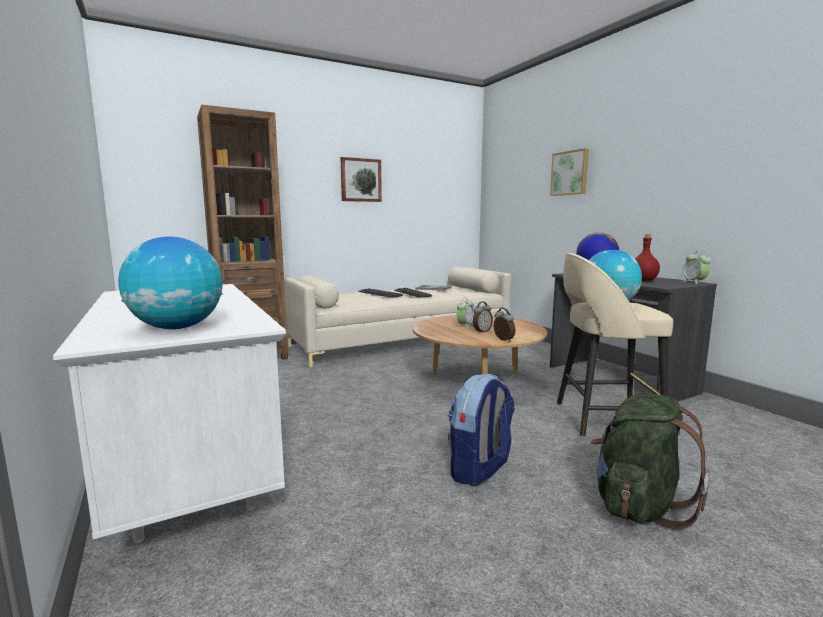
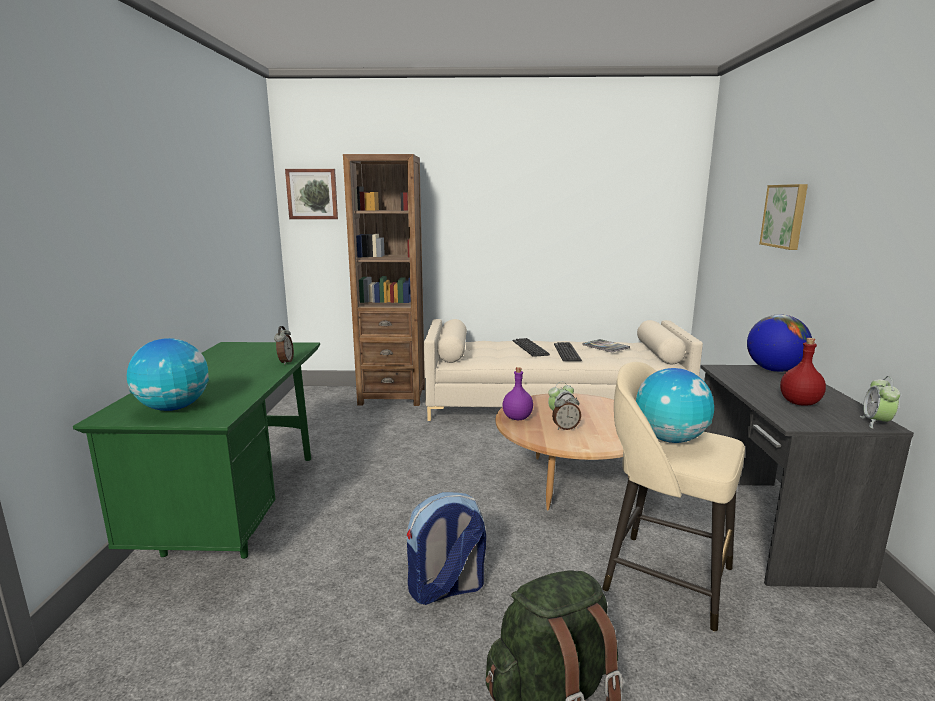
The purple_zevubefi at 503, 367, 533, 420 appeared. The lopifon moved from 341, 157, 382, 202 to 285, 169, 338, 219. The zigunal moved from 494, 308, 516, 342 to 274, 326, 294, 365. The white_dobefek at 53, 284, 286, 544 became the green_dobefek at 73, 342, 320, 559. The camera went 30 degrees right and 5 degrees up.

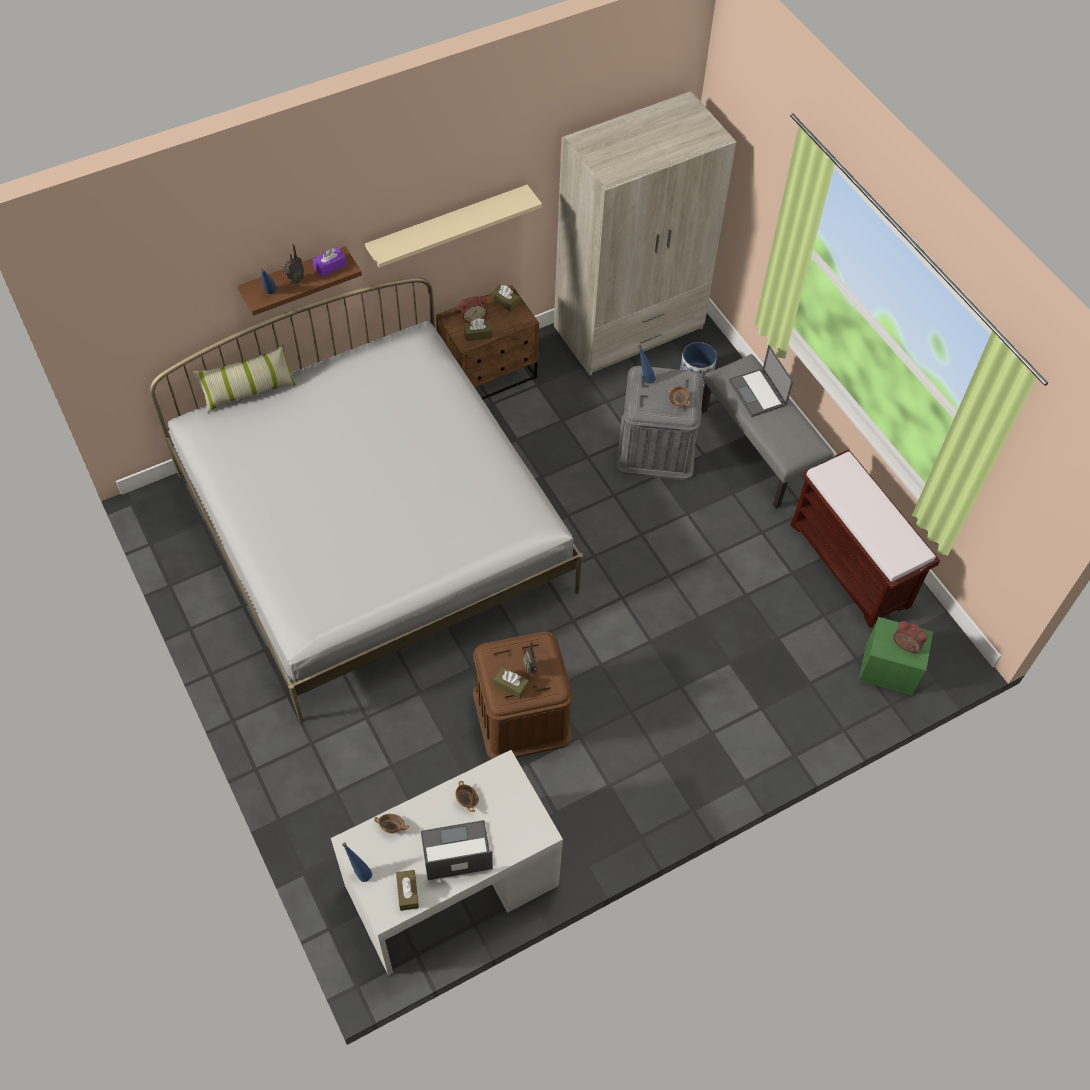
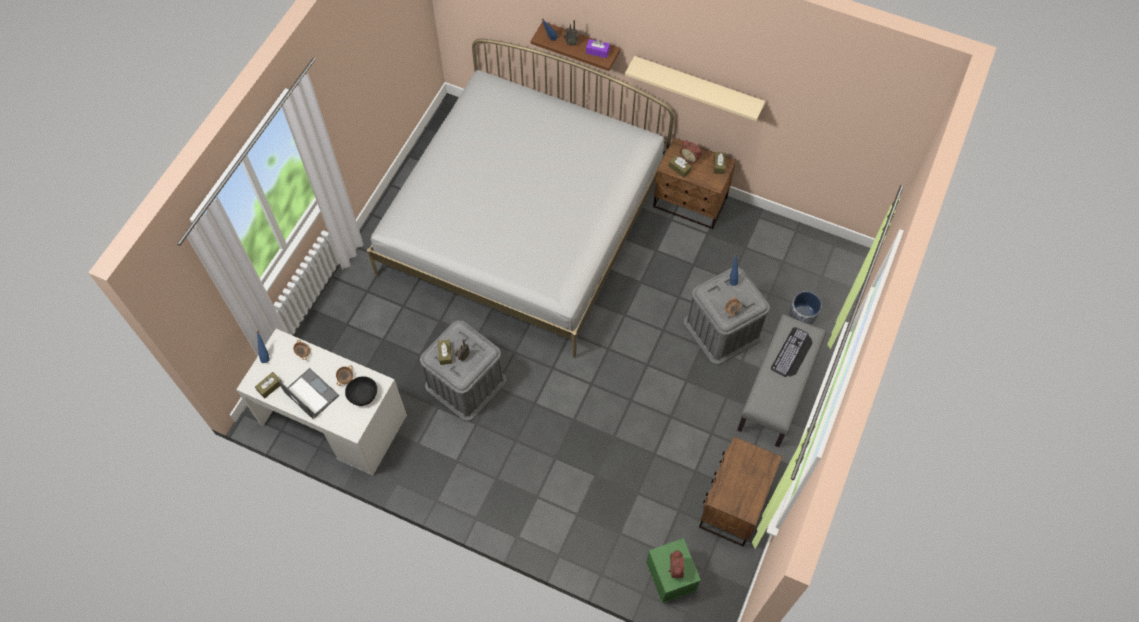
The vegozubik at 193, 345, 296, 413 disappeared. The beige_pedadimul at 554, 91, 736, 375 disappeared. The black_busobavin at 345, 376, 377, 406 appeared. The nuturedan at 729, 345, 793, 417 was replaced by the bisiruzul at 771, 327, 812, 377. The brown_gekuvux at 790, 449, 940, 628 was replaced by the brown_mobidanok at 699, 437, 782, 547. The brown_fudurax at 473, 631, 573, 759 became the grey_fudurax at 420, 320, 507, 421. The camera went 55 degrees right and 5 degrees up.

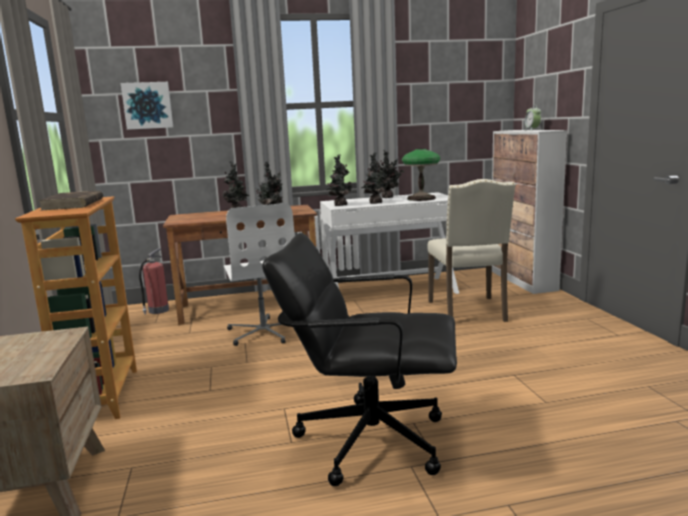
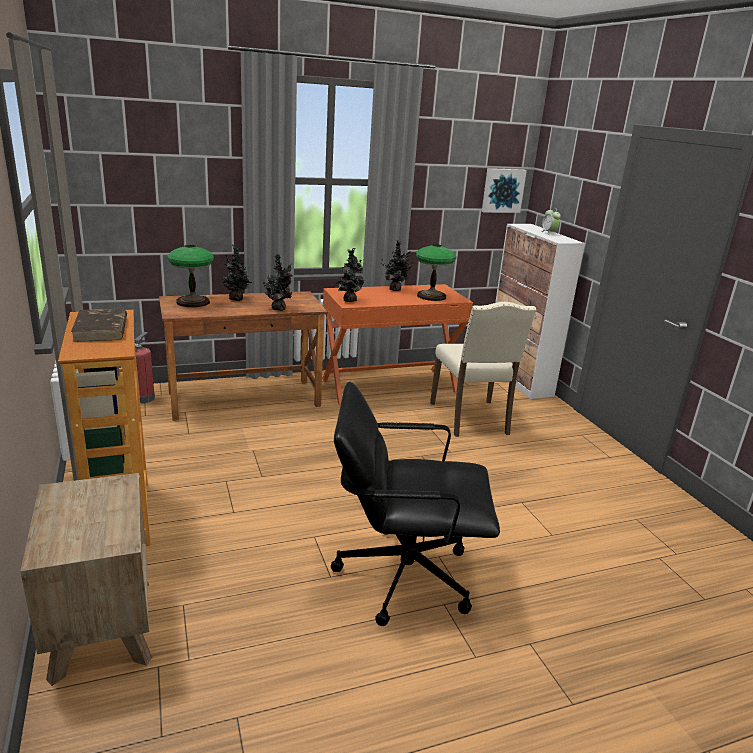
The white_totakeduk at 223, 203, 295, 346 disappeared. The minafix at 361, 152, 388, 204 disappeared. The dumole at 167, 245, 214, 307 appeared. The lopifon moved from 121, 82, 173, 130 to 482, 168, 527, 213. The white_dobefek at 320, 192, 459, 294 became the orange_dobefek at 322, 284, 473, 405. The camera went 10 degrees left and 10 degrees up.

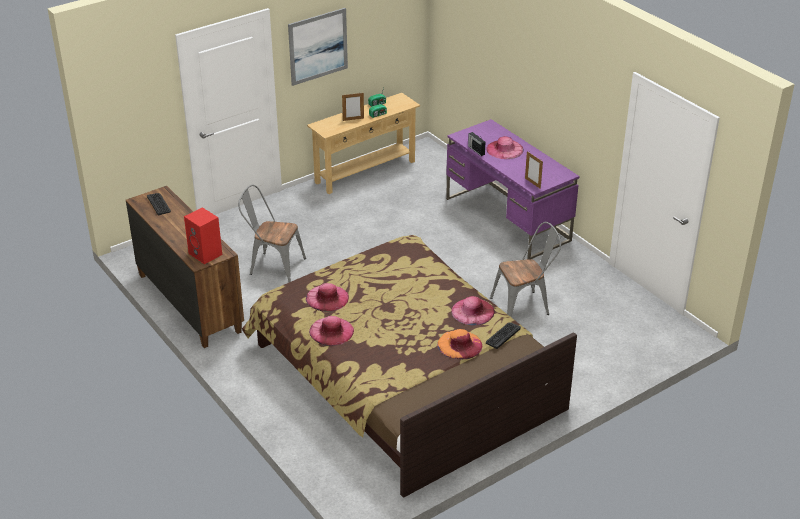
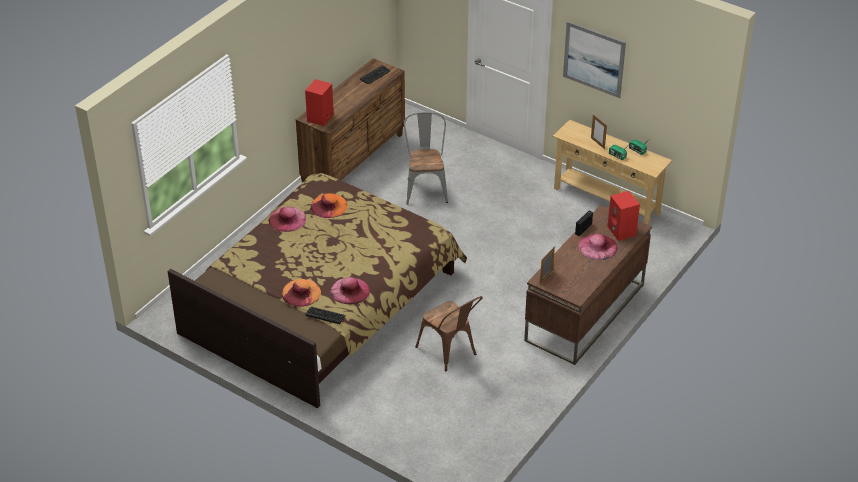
The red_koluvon at 607, 191, 640, 241 appeared. The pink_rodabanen at 306, 283, 349, 312 became the orange_rodabanen at 311, 193, 347, 218. The purple_dobefek at 446, 119, 579, 259 became the brown_dobefek at 524, 205, 652, 365. The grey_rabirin at 490, 222, 561, 317 became the brown_rabirin at 415, 296, 483, 371. The camera went 70 degrees right and 5 degrees up.

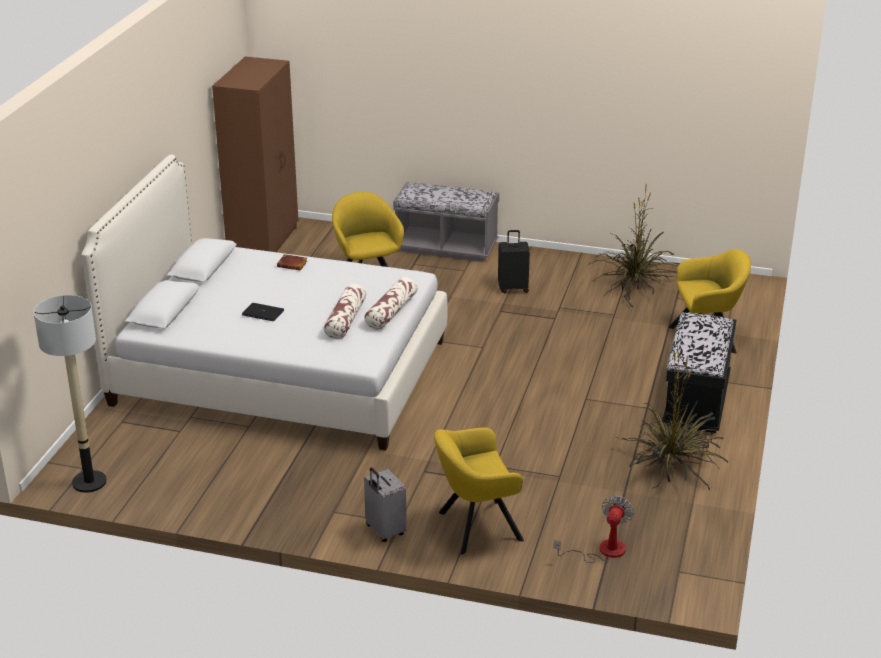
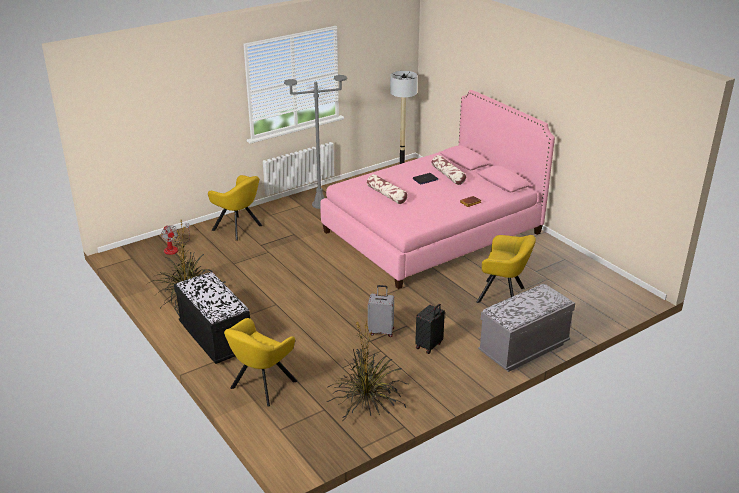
The brown_pedadimul at 212, 56, 298, 252 disappeared. The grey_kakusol at 284, 75, 347, 209 appeared. The vegozubik moved from 364, 277, 418, 330 to 431, 155, 466, 185. The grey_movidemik moved from 364, 467, 407, 542 to 368, 285, 394, 337. The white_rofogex at 82, 155, 447, 450 became the pink_rofogex at 320, 90, 555, 289. The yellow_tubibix at 434, 428, 524, 555 turned 105 degrees clockwise. The camera went 130 degrees right and 0 degrees up.

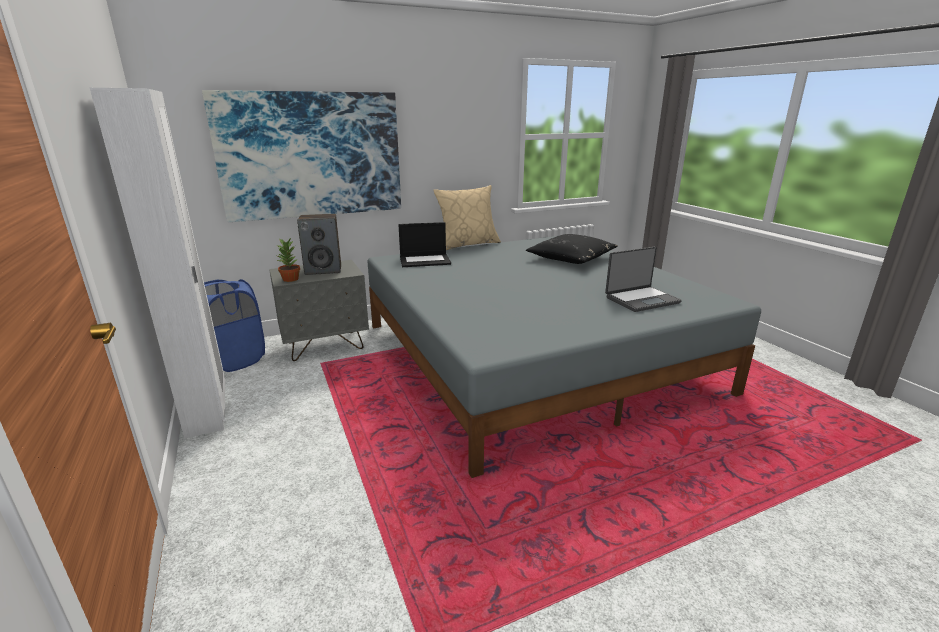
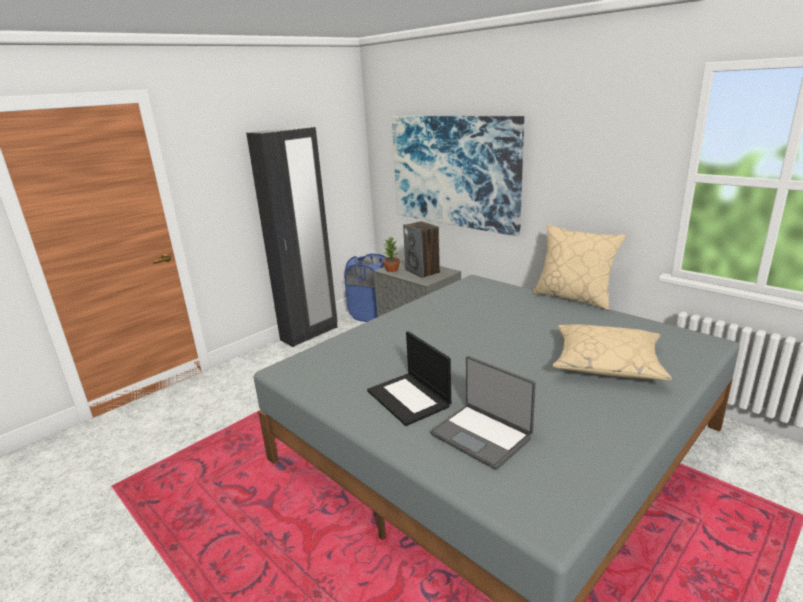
The nuturedan moved from 398, 222, 451, 267 to 367, 331, 451, 426. The white_pedadimul at 90, 88, 225, 438 became the black_pedadimul at 246, 127, 338, 347. The black_vegozubik at 526, 234, 618, 264 became the beige_vegozubik at 552, 324, 672, 380. The camera went 70 degrees right and 0 degrees up.

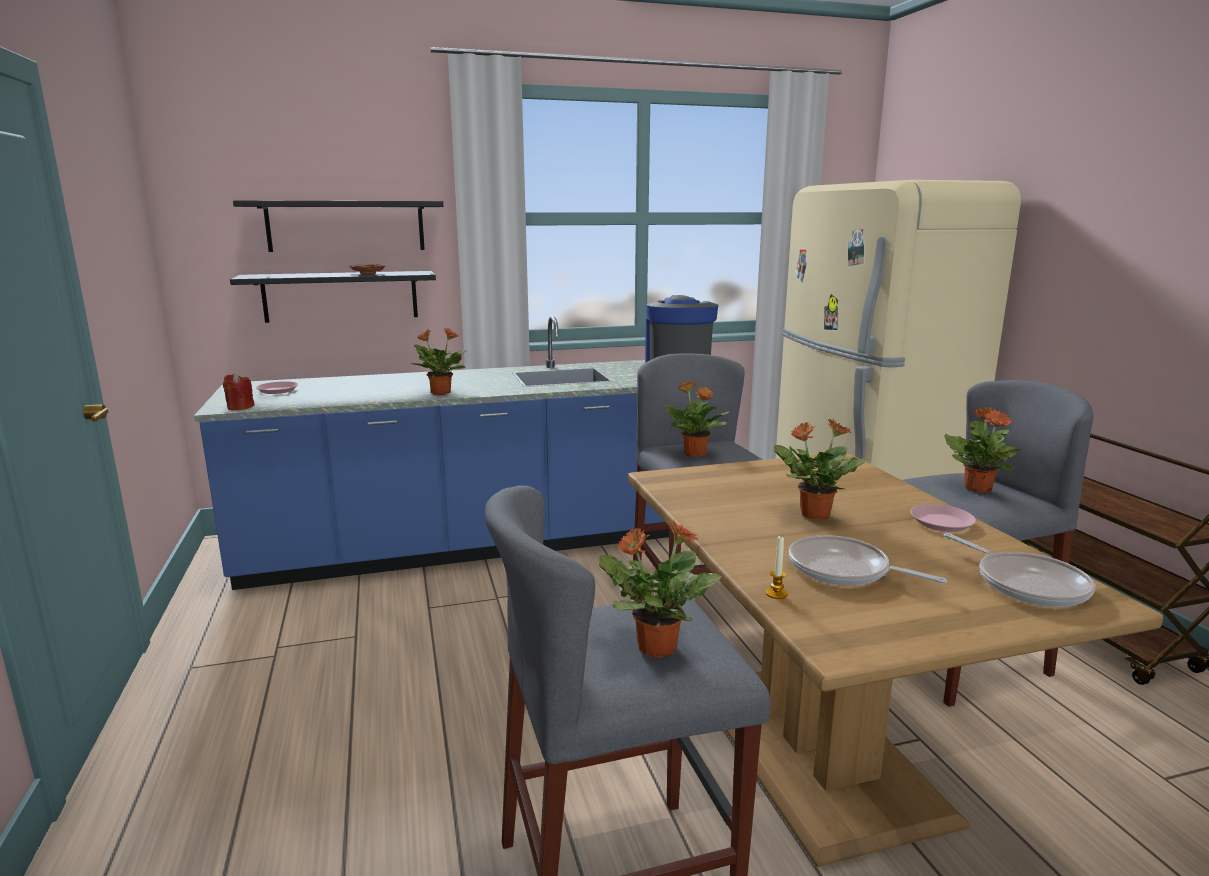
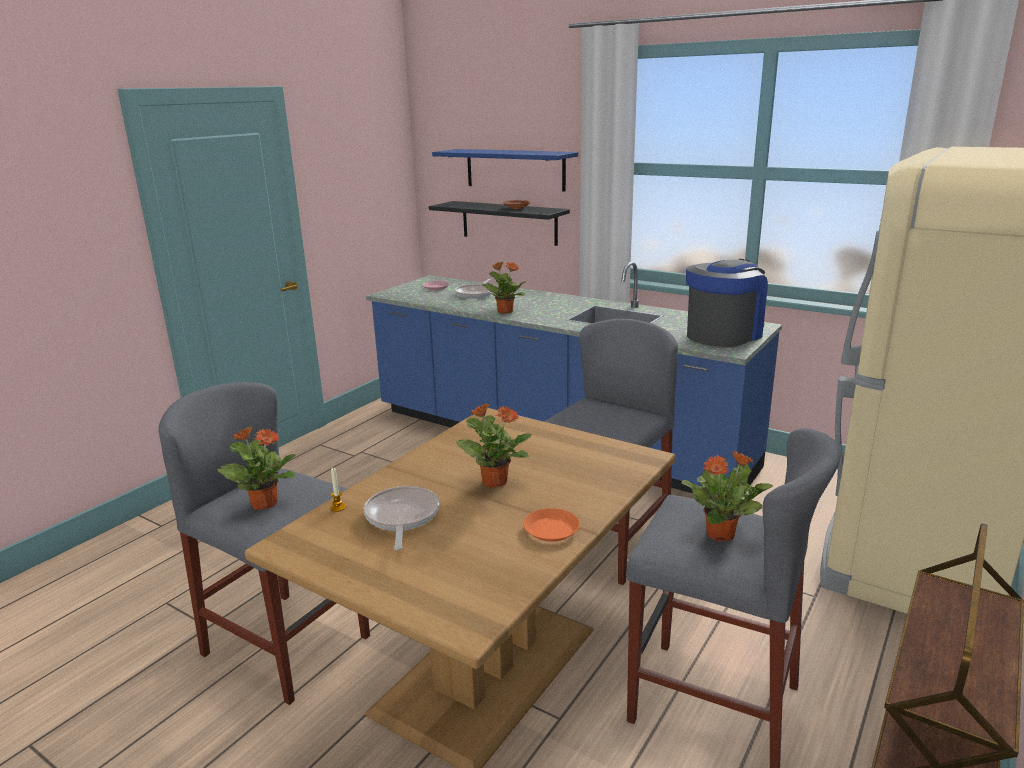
The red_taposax at 223, 373, 255, 410 disappeared. The minafix at 665, 381, 729, 457 disappeared. The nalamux moved from 944, 533, 1095, 607 to 455, 279, 492, 299. The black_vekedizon at 233, 200, 443, 252 became the blue_vekedizon at 432, 149, 578, 192. The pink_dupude at 910, 504, 976, 532 became the orange_dupude at 523, 508, 580, 542. The camera went 50 degrees right and 5 degrees up.

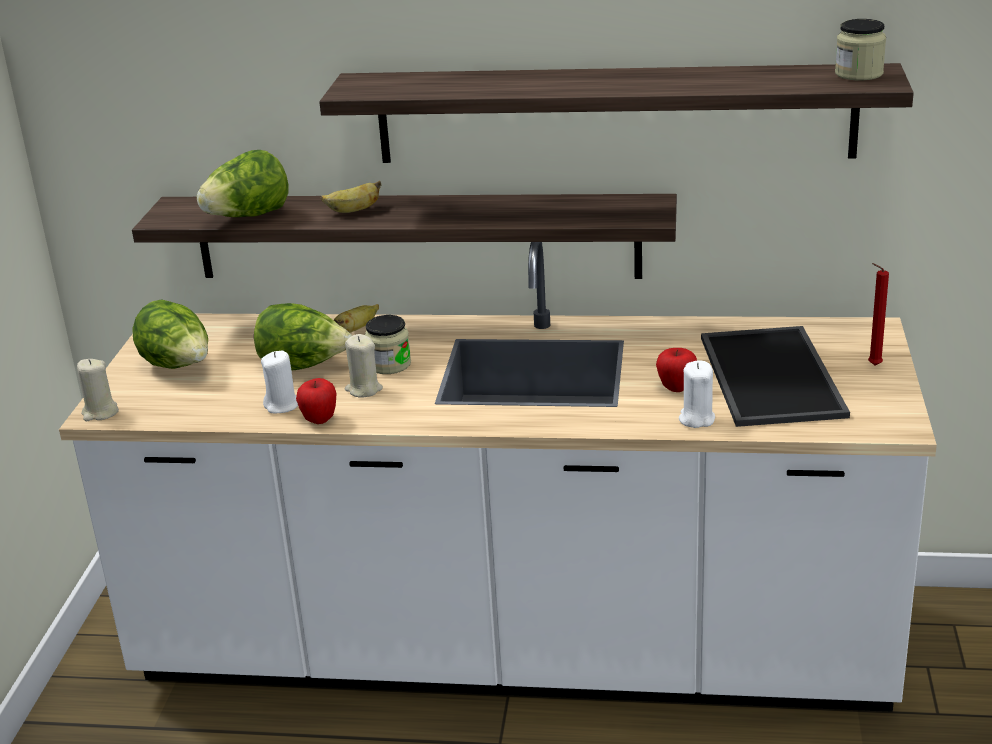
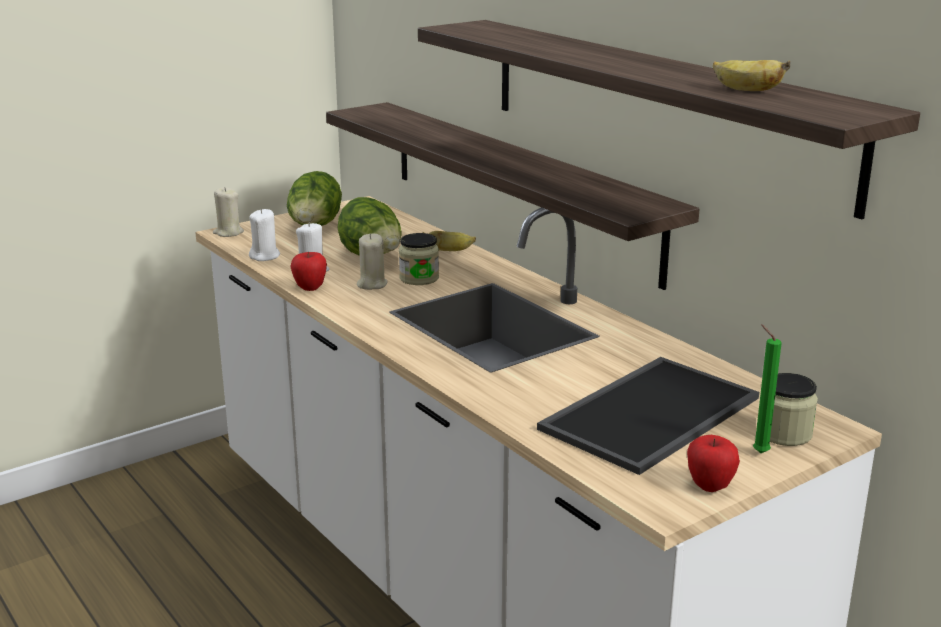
The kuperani at 197, 150, 288, 217 disappeared. The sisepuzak moved from 321, 180, 381, 213 to 713, 60, 790, 91. The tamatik moved from 656, 348, 697, 392 to 687, 435, 740, 492. The white_taposax moved from 679, 360, 715, 428 to 249, 209, 280, 261. The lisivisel moved from 835, 19, 886, 80 to 770, 373, 818, 446. The red_taposax at 868, 263, 889, 366 became the green_taposax at 753, 324, 782, 453. The camera went 45 degrees right and 5 degrees down.

